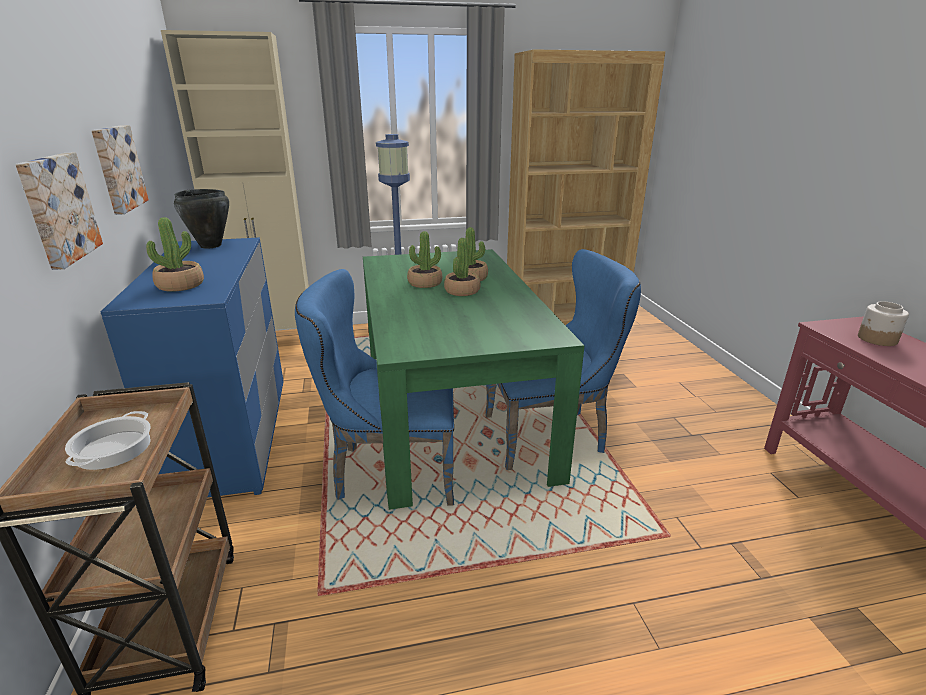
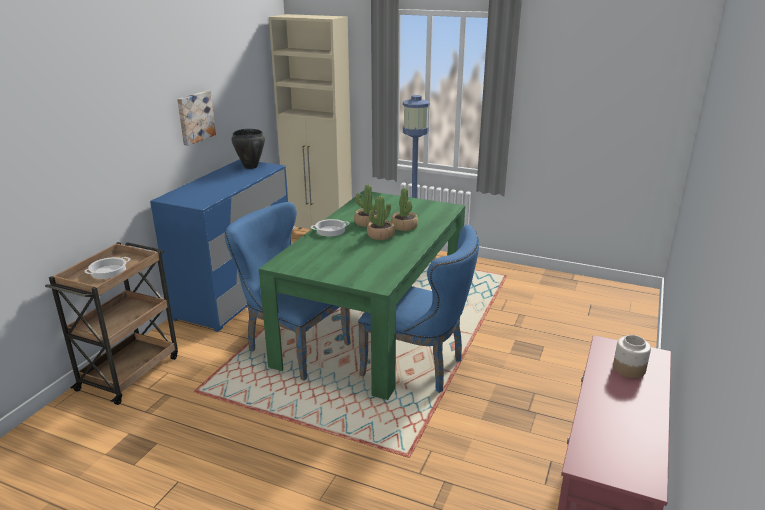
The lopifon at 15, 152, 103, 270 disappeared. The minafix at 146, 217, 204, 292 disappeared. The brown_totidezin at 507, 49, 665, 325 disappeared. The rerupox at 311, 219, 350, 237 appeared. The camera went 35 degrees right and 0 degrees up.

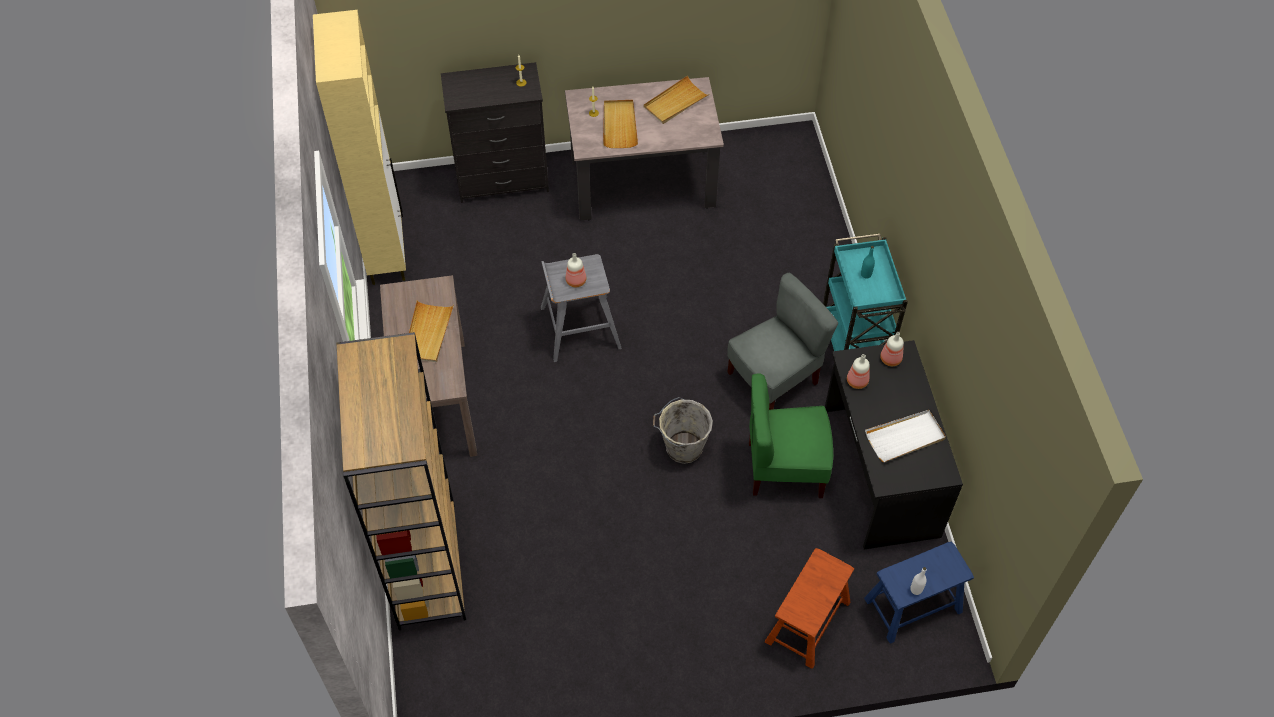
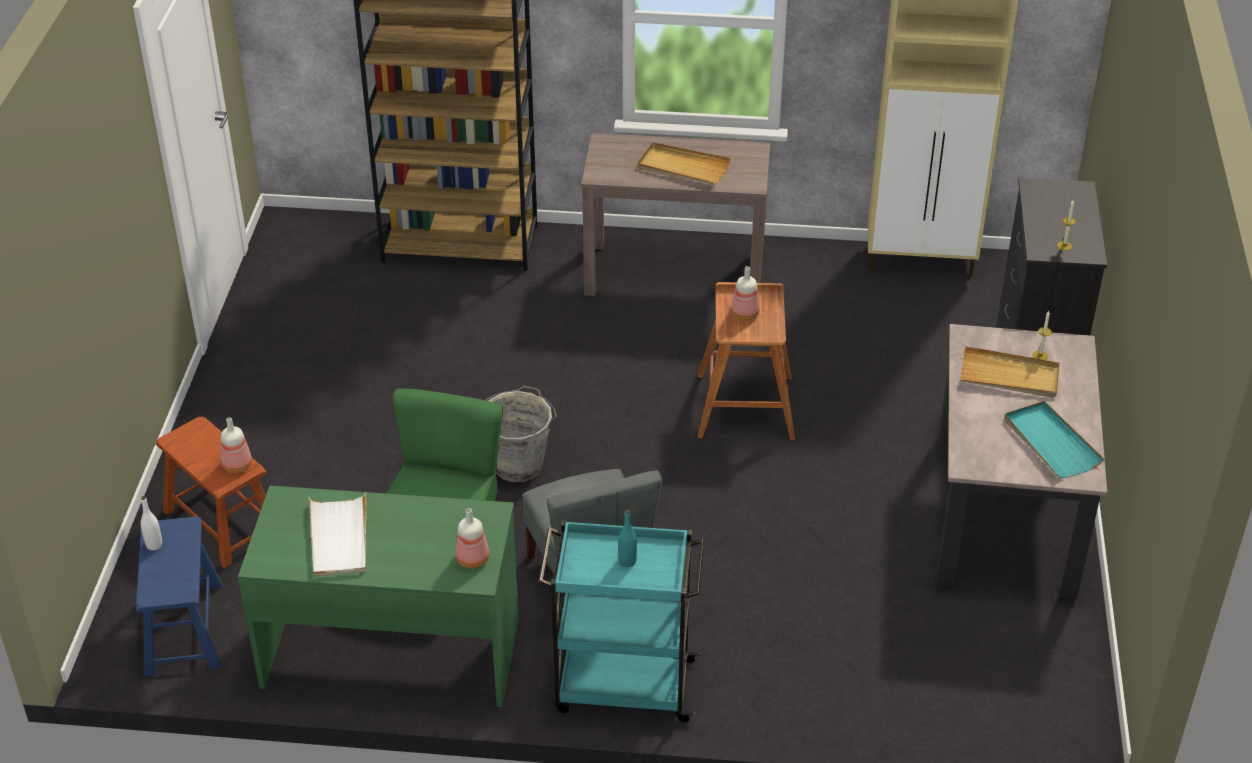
The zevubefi moved from 847, 354, 870, 389 to 221, 417, 252, 473. The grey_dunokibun at 541, 254, 622, 362 became the brown_dunokibun at 698, 282, 795, 440. The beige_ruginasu at 643, 76, 710, 124 became the turquoise_ruginasu at 1004, 401, 1104, 478. The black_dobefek at 825, 340, 963, 550 became the green_dobefek at 238, 485, 519, 707. The camera went 105 degrees right and 15 degrees down.

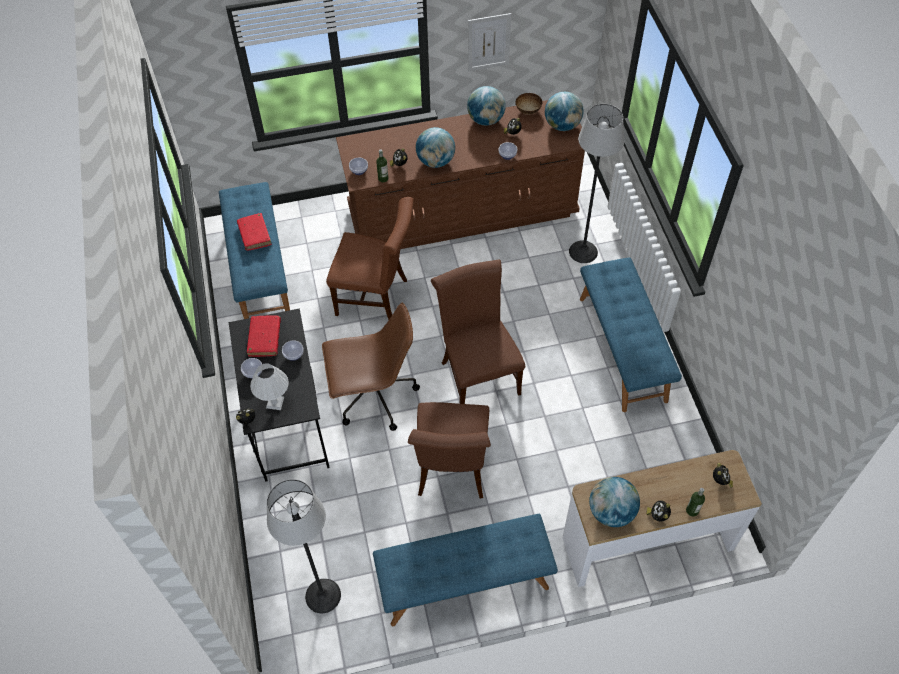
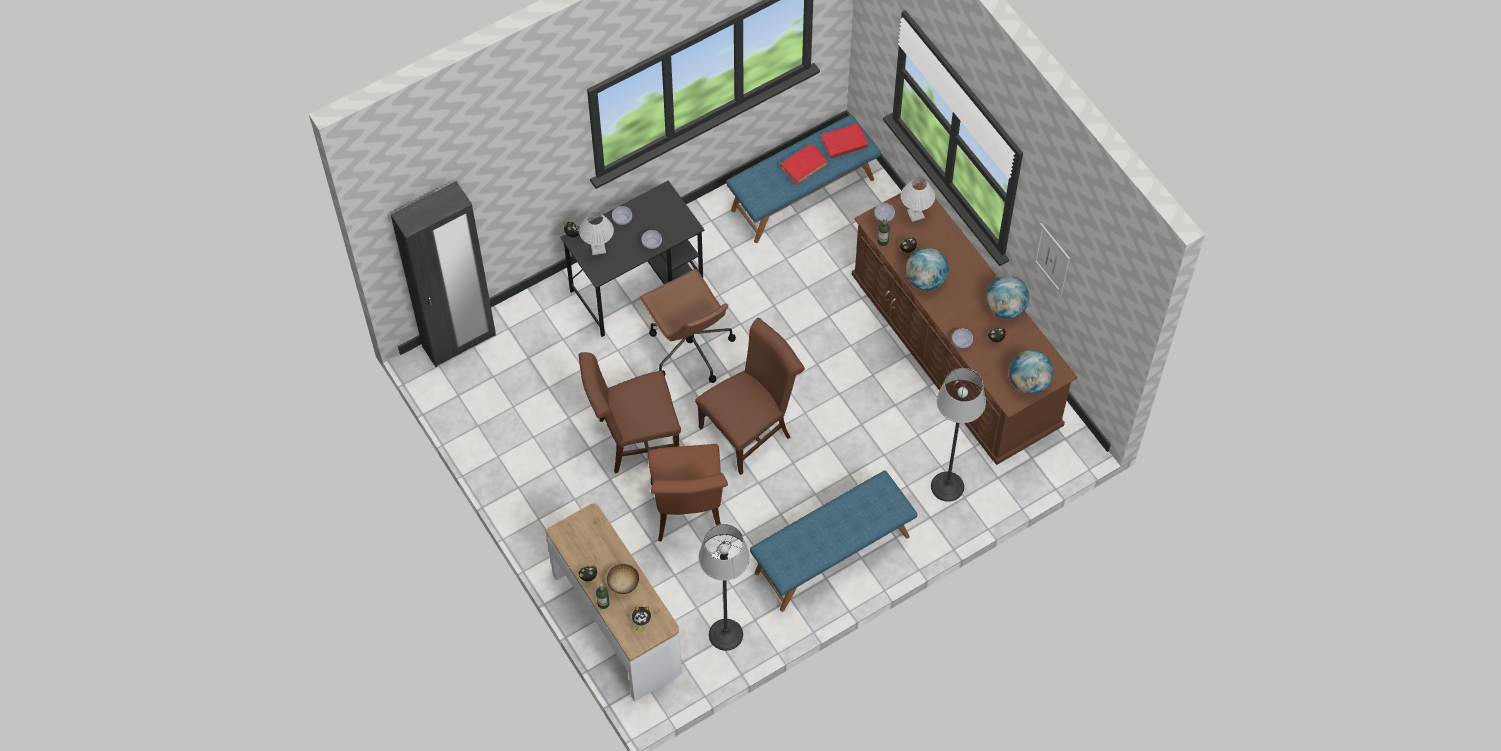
The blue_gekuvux at 373, 514, 558, 626 disappeared. The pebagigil at 589, 477, 640, 527 disappeared. The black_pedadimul at 391, 181, 496, 367 appeared. The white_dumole at 901, 177, 935, 222 appeared. The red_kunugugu moved from 247, 315, 281, 357 to 821, 123, 868, 158. The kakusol moved from 267, 479, 341, 613 to 699, 524, 750, 651. The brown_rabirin moved from 326, 197, 414, 320 to 648, 444, 728, 542. The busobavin moved from 515, 93, 542, 115 to 607, 564, 639, 594. The camera went 70 degrees right and 5 degrees up.

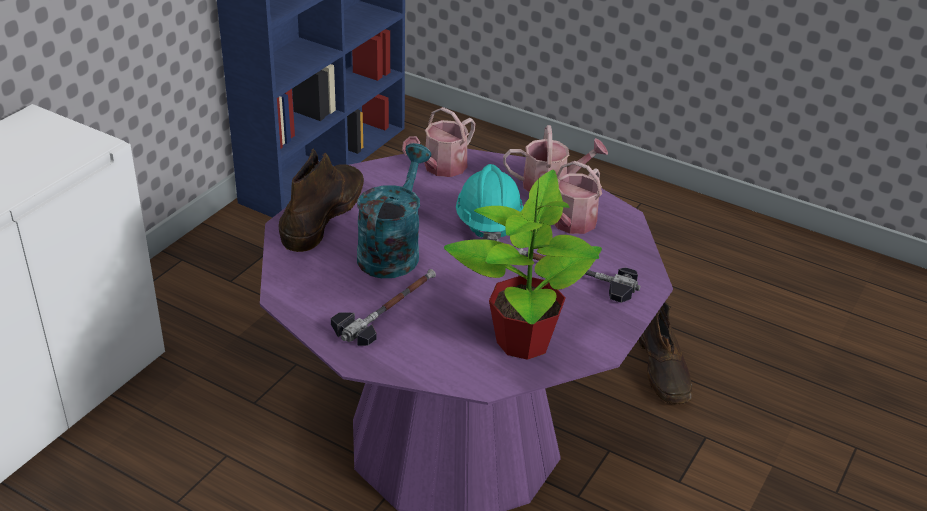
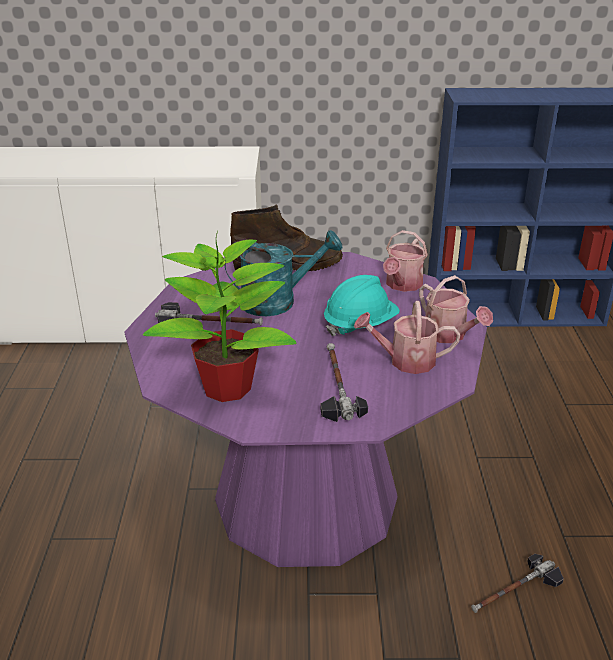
The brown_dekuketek at 638, 301, 692, 404 was replaced by the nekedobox at 471, 554, 564, 613. The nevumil at 402, 107, 476, 177 turned 75 degrees counterclockwise. The camera went 60 degrees right and 5 degrees down.

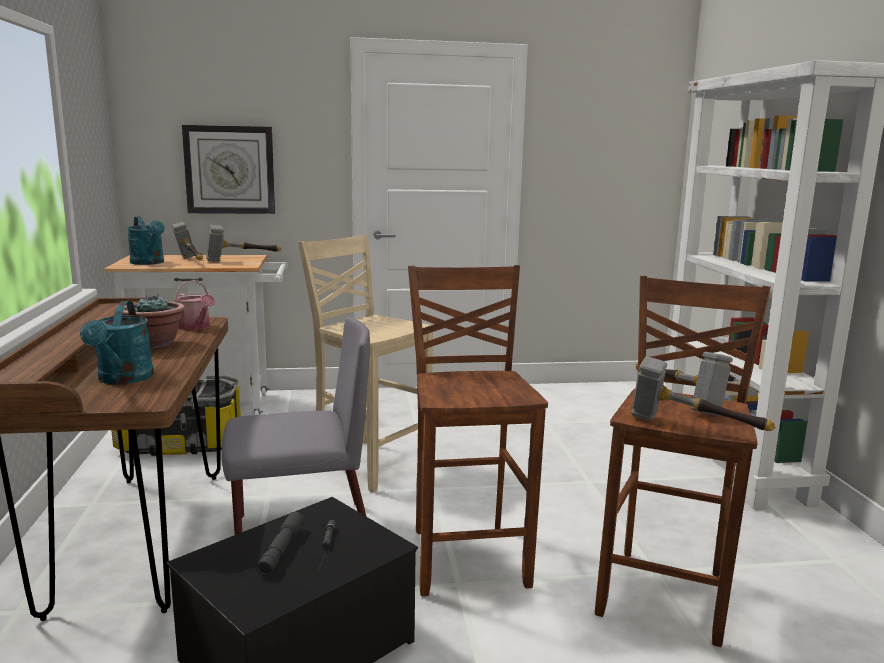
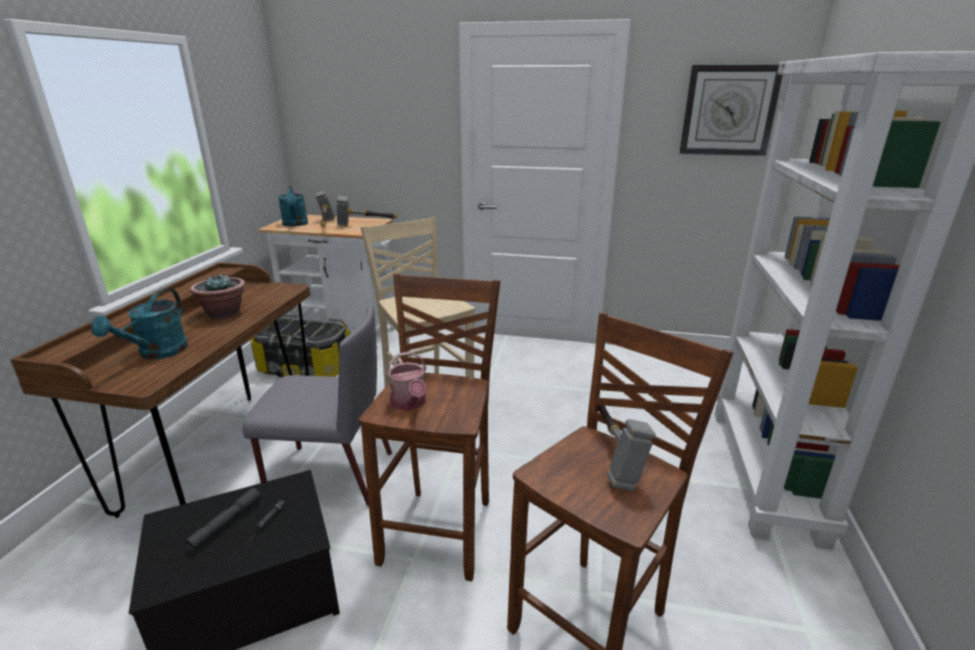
The nekedobox at 631, 356, 776, 431 disappeared. The nevumil moved from 174, 280, 215, 330 to 386, 351, 427, 410. The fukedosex moved from 182, 125, 275, 214 to 680, 65, 783, 156. The camera went 20 degrees right and 10 degrees up.

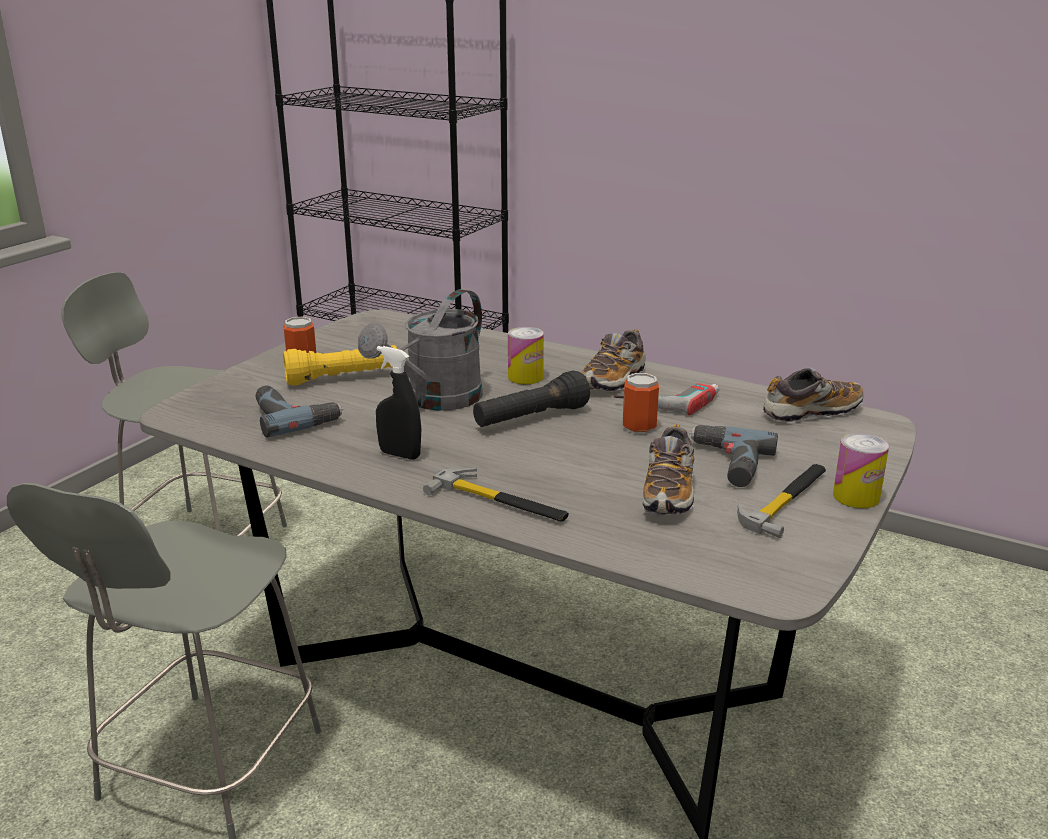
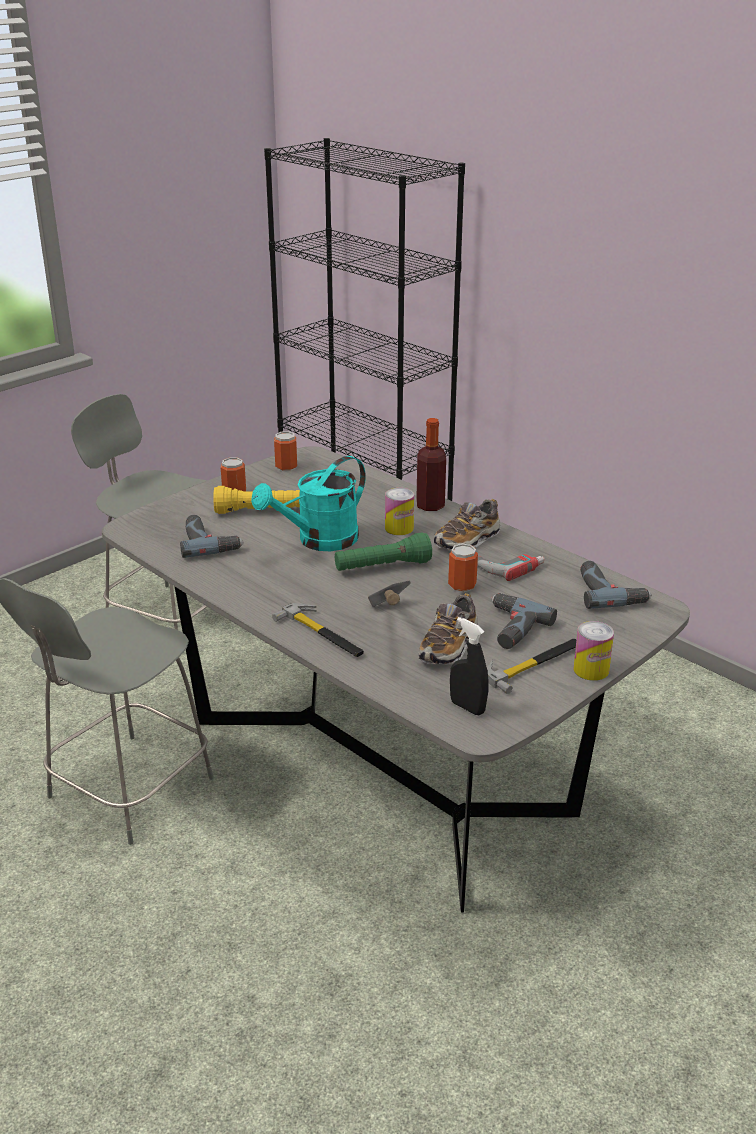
The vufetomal at 274, 431, 297, 471 appeared. The nekedobox at 368, 581, 411, 607 appeared. The zevubefi at 416, 418, 446, 511 appeared. The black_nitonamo moved from 376, 346, 421, 460 to 450, 617, 488, 715. The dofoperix at 763, 368, 864, 423 was replaced by the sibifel at 580, 561, 652, 609. The grey_nevumil at 358, 289, 483, 411 became the turquoise_nevumil at 251, 456, 366, 551. The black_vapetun at 473, 370, 590, 427 became the green_vapetun at 335, 532, 432, 571. The camera went 15 degrees right and 5 degrees up.

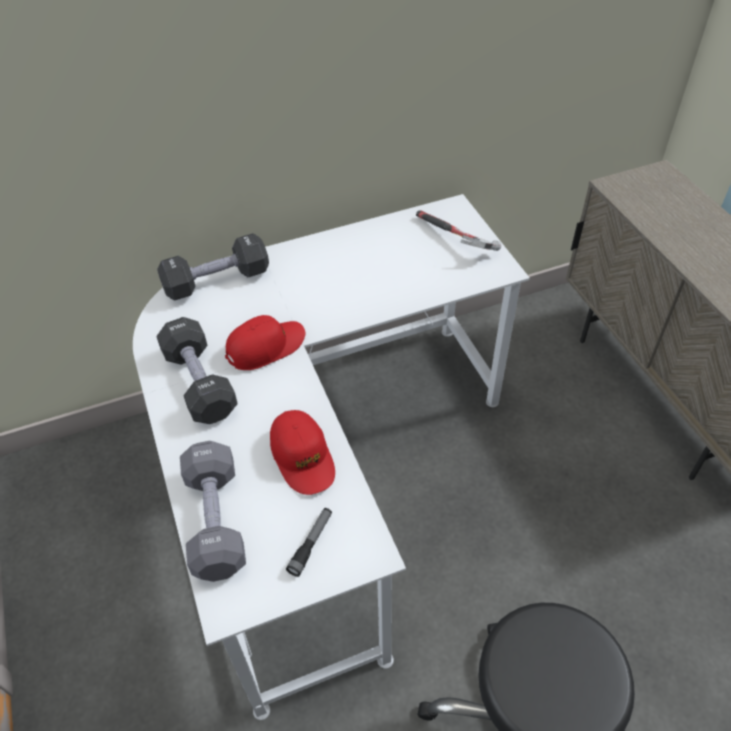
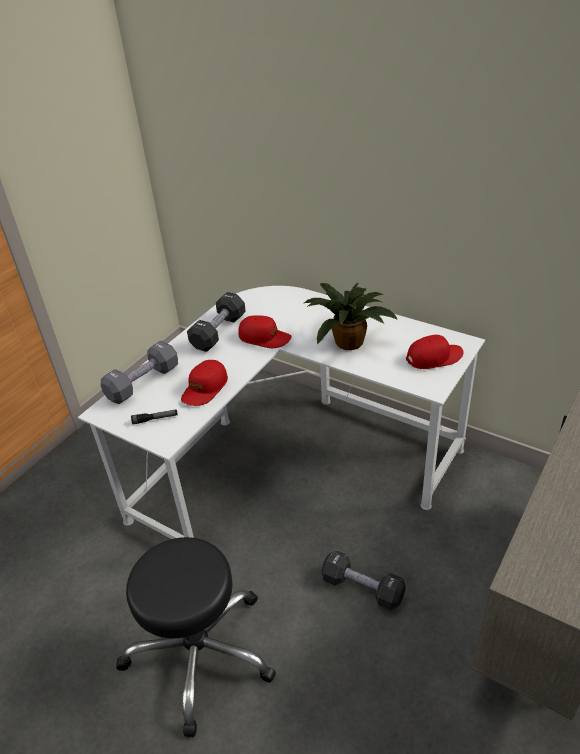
The minafix at 304, 282, 398, 350 appeared. The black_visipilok moved from 157, 233, 269, 301 to 322, 550, 406, 610. The nekedobox at 416, 210, 501, 251 was replaced by the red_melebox at 406, 335, 464, 369. The camera went 55 degrees right and 10 degrees down.

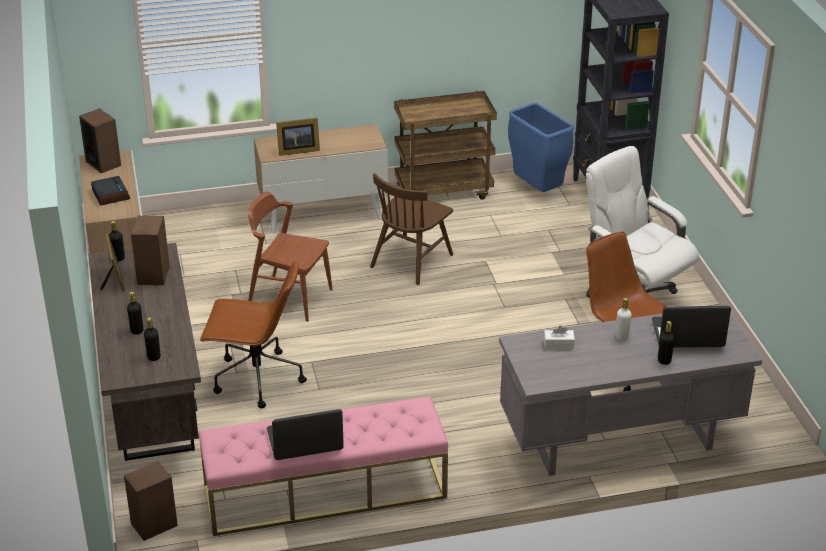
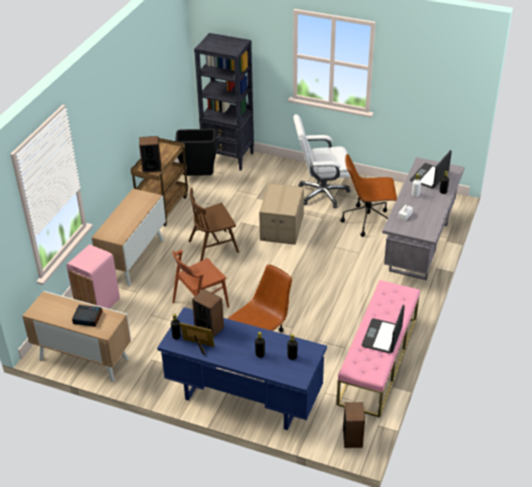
The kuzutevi at 276, 118, 320, 156 disappeared. The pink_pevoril at 67, 245, 120, 309 appeared. The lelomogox at 259, 183, 304, 245 appeared. The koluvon moved from 79, 108, 121, 173 to 139, 136, 161, 173. The brown_dobefek at 88, 243, 201, 461 became the blue_dobefek at 157, 307, 327, 430. The blue_pevoril at 508, 103, 574, 192 became the black_pevoril at 175, 129, 216, 176. The brown_rabirin at 370, 173, 453, 285 turned 90 degrees clockwise. The camera went 55 degrees left and 5 degrees up.

